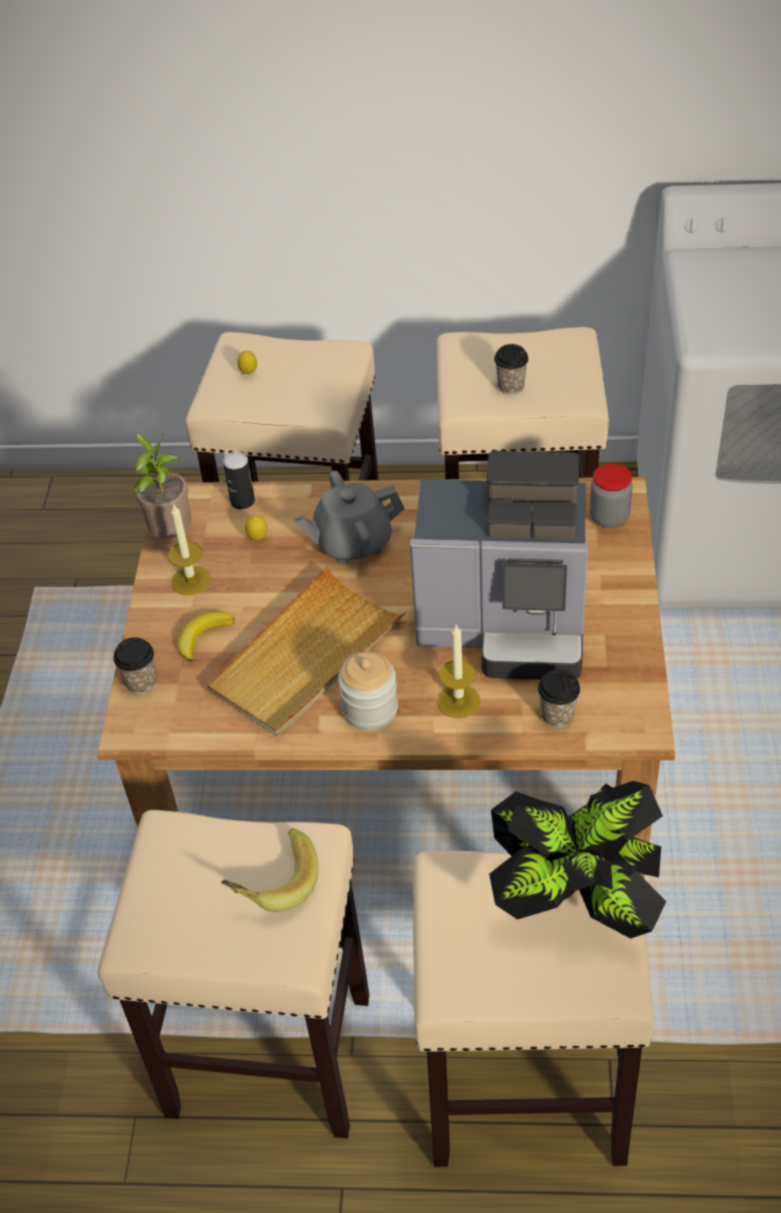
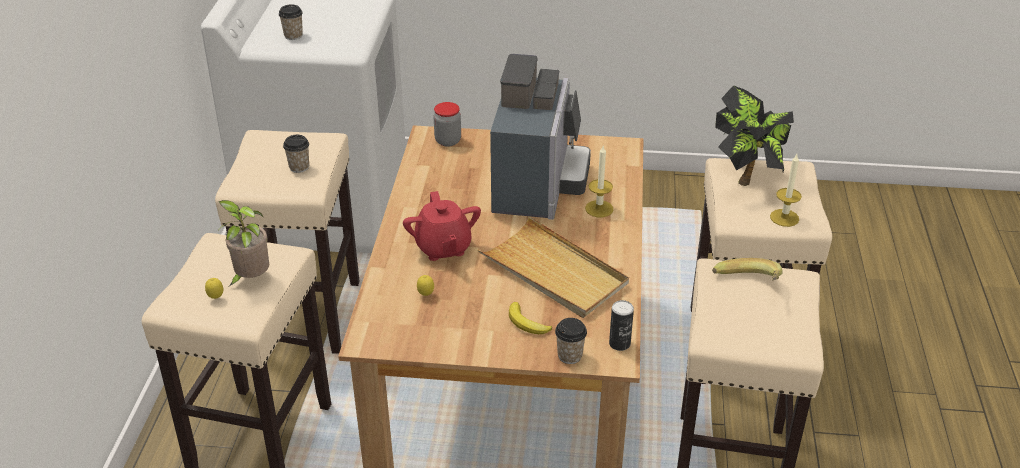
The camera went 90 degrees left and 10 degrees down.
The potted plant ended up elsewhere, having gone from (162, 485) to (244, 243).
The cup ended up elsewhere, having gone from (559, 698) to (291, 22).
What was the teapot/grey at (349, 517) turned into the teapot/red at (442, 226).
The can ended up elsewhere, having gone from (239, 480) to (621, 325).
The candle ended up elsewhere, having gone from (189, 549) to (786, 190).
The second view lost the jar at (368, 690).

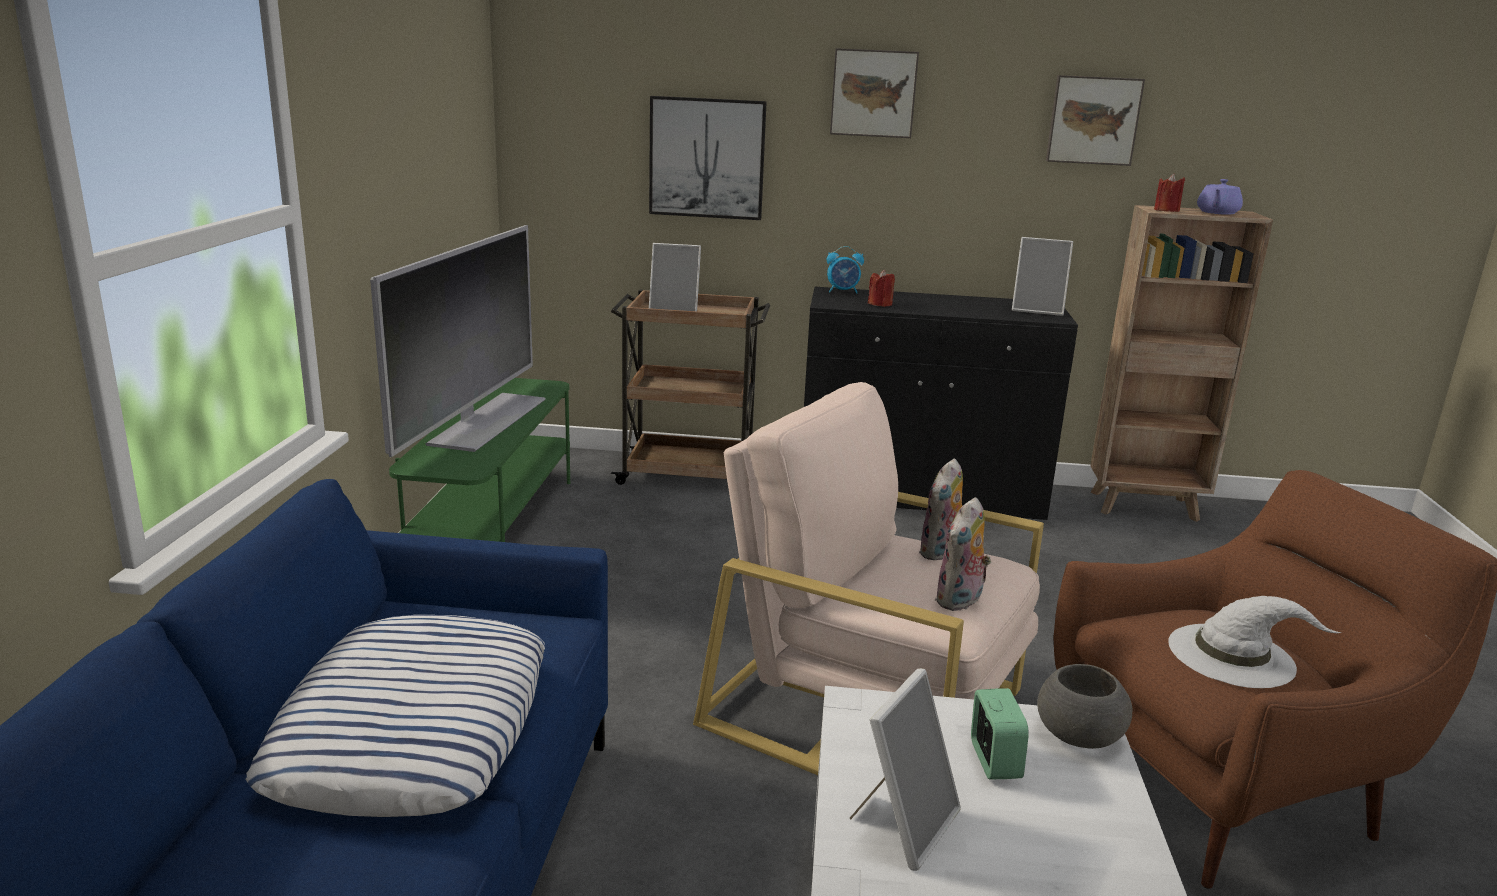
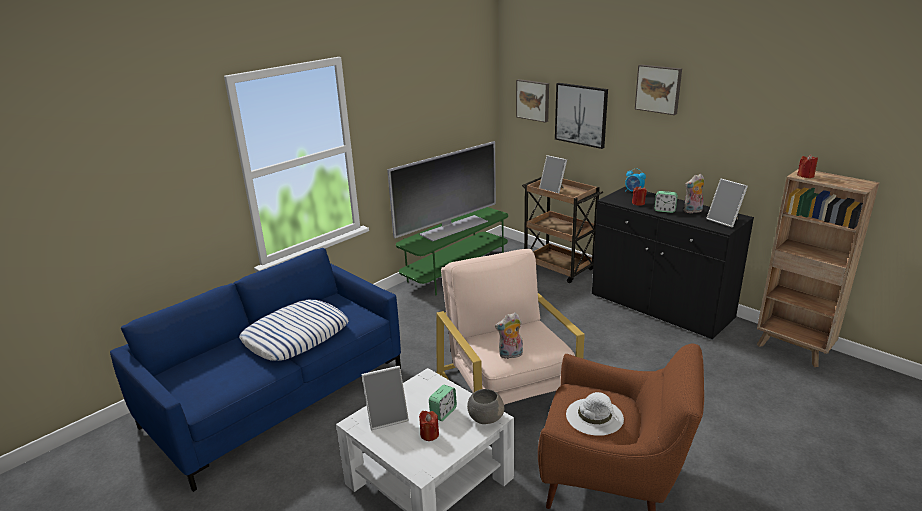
The camera went 40 degrees right and 5 degrees up.
The second view gained the candle/red at (429, 426).
The picture ended up elsewhere, having gone from (1095, 120) to (532, 101).
The second view gained the alarm clock at (666, 202).
The plush toy ended up elsewhere, having gone from (941, 509) to (694, 193).
The second view lost the teapot/purple at (1220, 197).

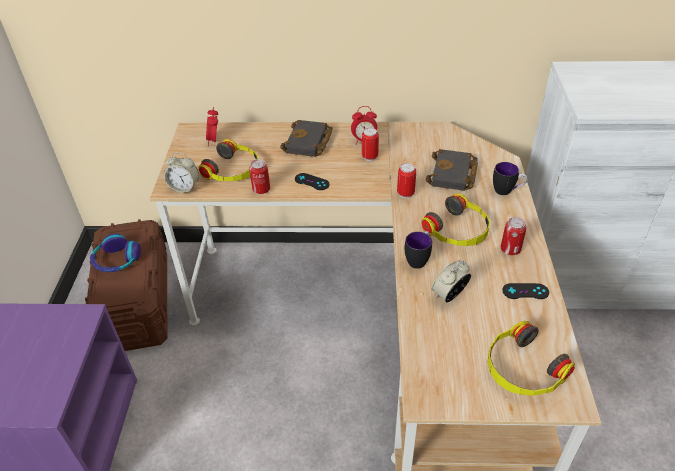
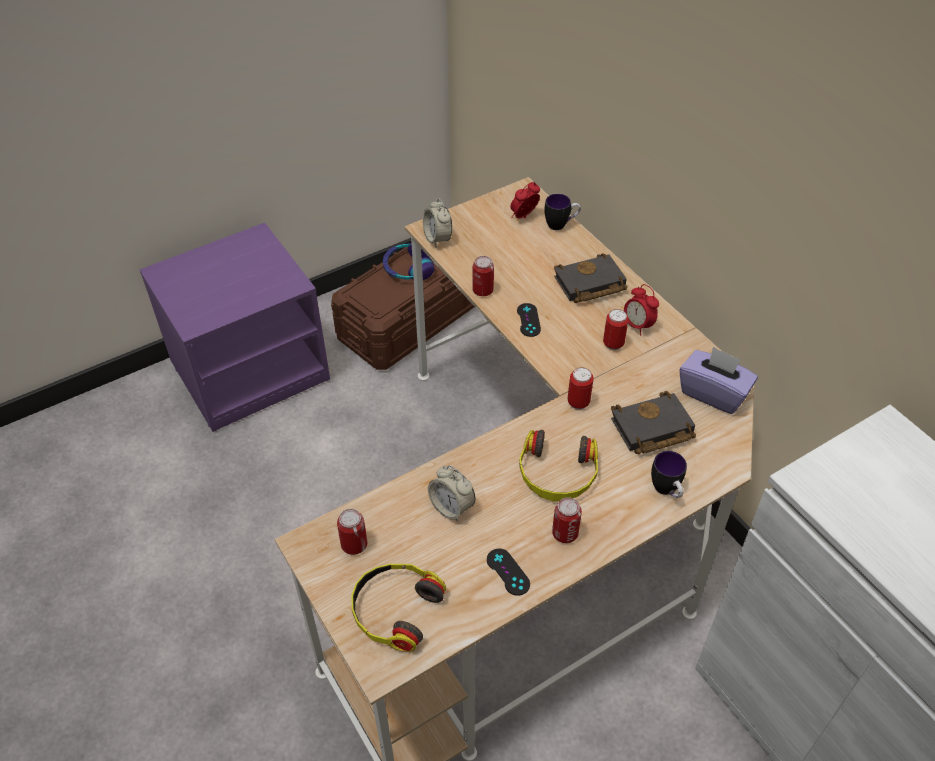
The camera went 55 degrees right and 5 degrees up.
The second view gained the can at (352, 532).
The alarm clock at (451, 281) ended up facing another way, 150 degrees counterclockwise from before.
The mug ended up elsewhere, having gone from (418, 250) to (562, 212).
The second view gained the tissue box/purple at (718, 380).
The second view lost the headphones at (228, 160).

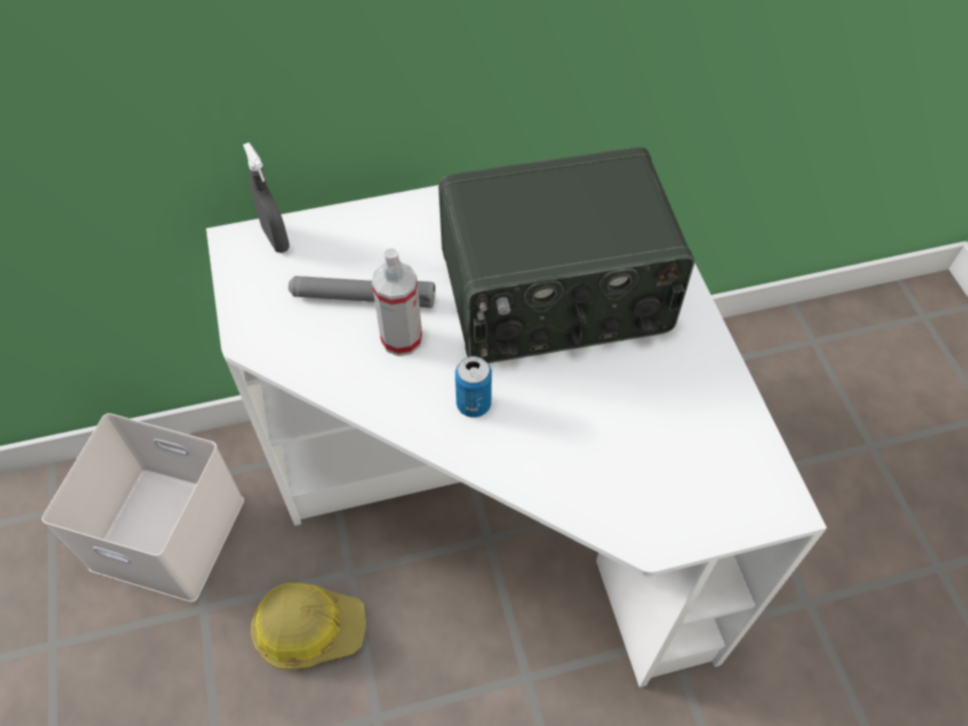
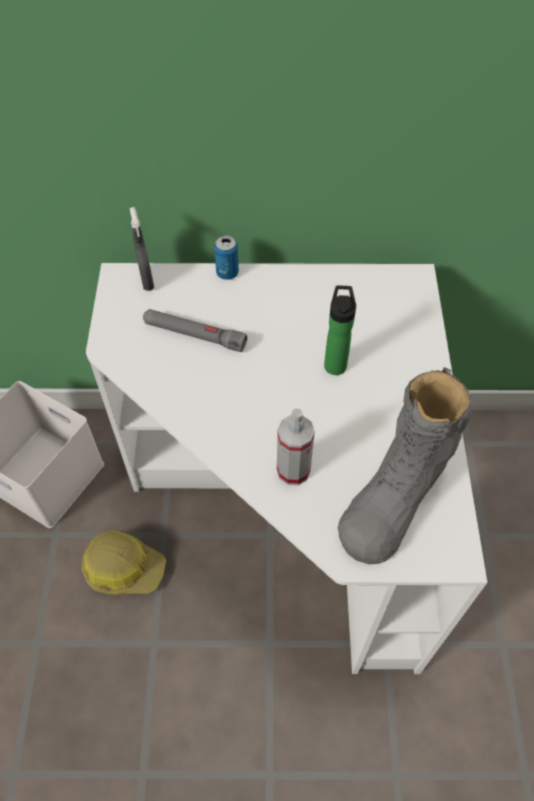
The camera went 15 degrees right and 0 degrees up.
The can ended up elsewhere, having gone from (473, 386) to (226, 258).
The spray bottle ended up elsewhere, having gone from (397, 302) to (296, 446).
Where the radio stood at (566, 255), the bottle came to stand at (340, 330).
The second view gained the boot/grey at (405, 465).

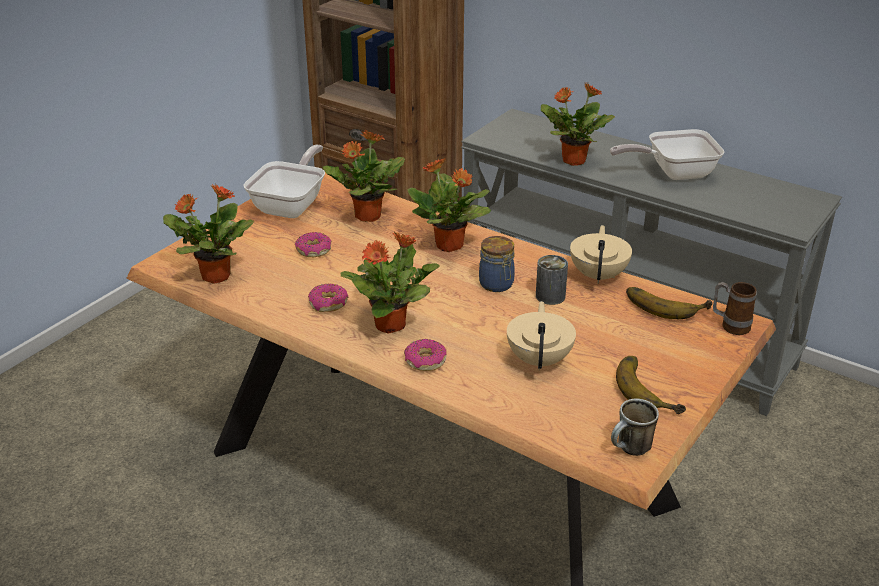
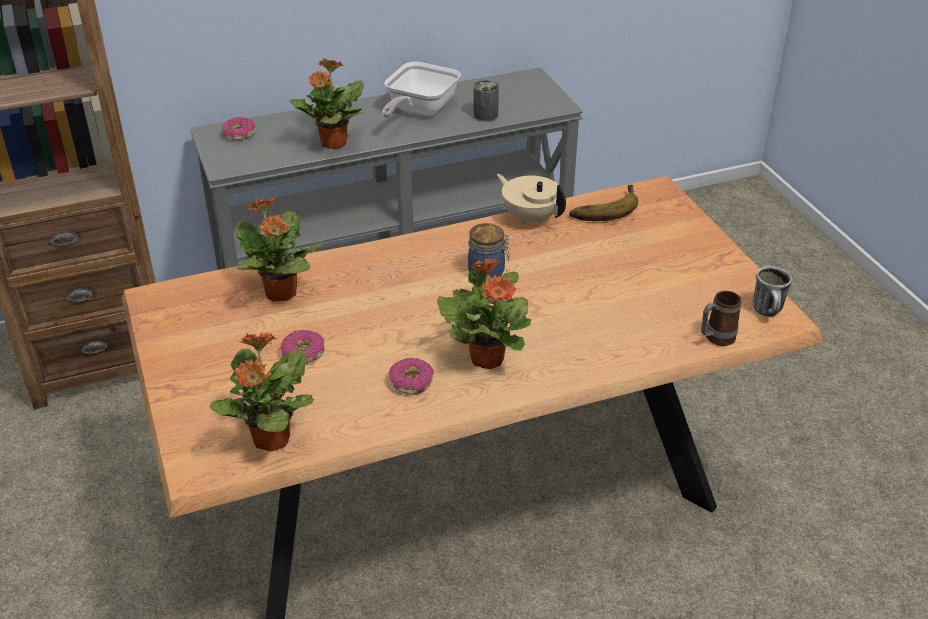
The camera went 55 degrees left and 5 degrees up.
The donut ended up elsewhere, having gone from (425, 355) to (238, 128).
The can ended up elsewhere, having gone from (552, 280) to (486, 101).
The mug ended up elsewhere, having gone from (735, 308) to (721, 318).
The second view lost the frying pan at (284, 181).
The second view lost the potted plant at (449, 205).
The second view lost the teapot/beige at (541, 336).
The second view lost the banana at (651, 385).

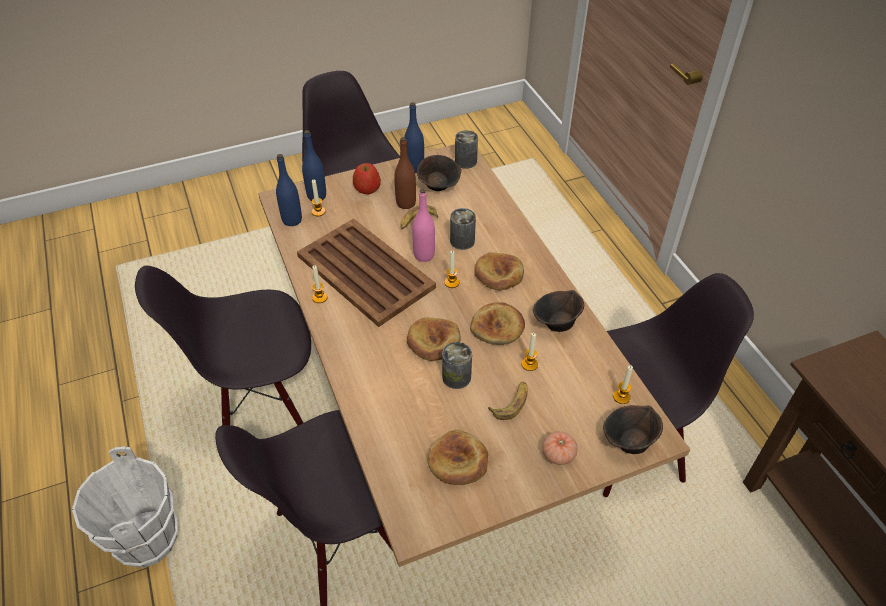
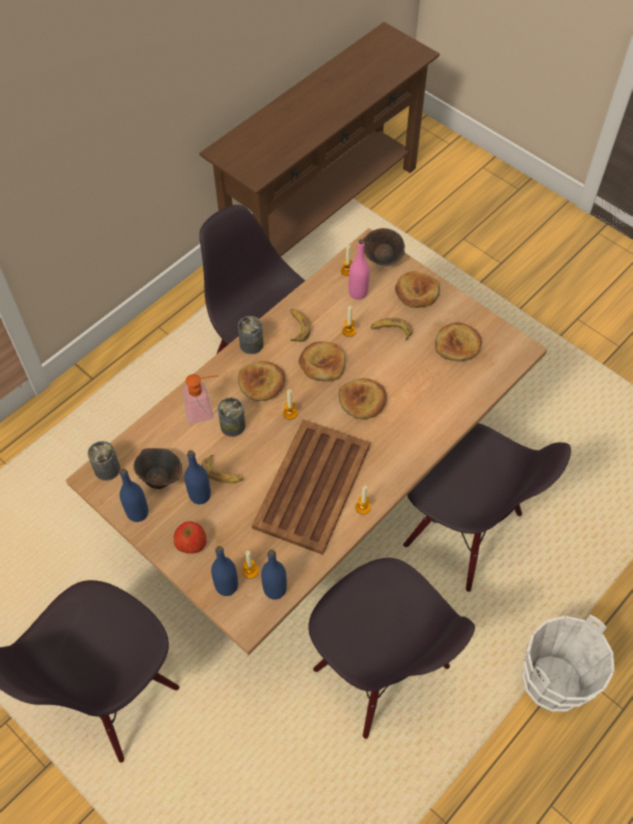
The camera went 115 degrees left and 10 degrees up.
The second view gained the soap dispenser at (201, 399).
What was the bottle/brown at (405, 173) turned into the bottle/blue at (197, 477).
The can ended up elsewhere, having gone from (457, 365) to (251, 335).
Where the bowl/brown stood at (558, 311), the banana came to stand at (300, 325).
The bottle/pink ended up elsewhere, having gone from (423, 225) to (359, 269).
Where the tomato stood at (560, 448), the bread came to stand at (417, 289).

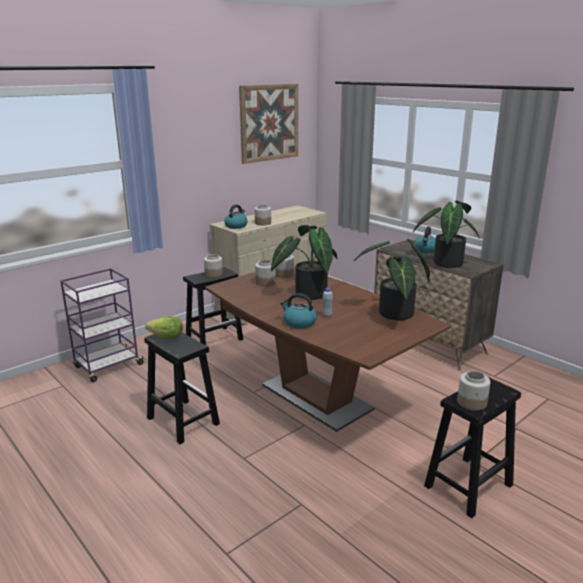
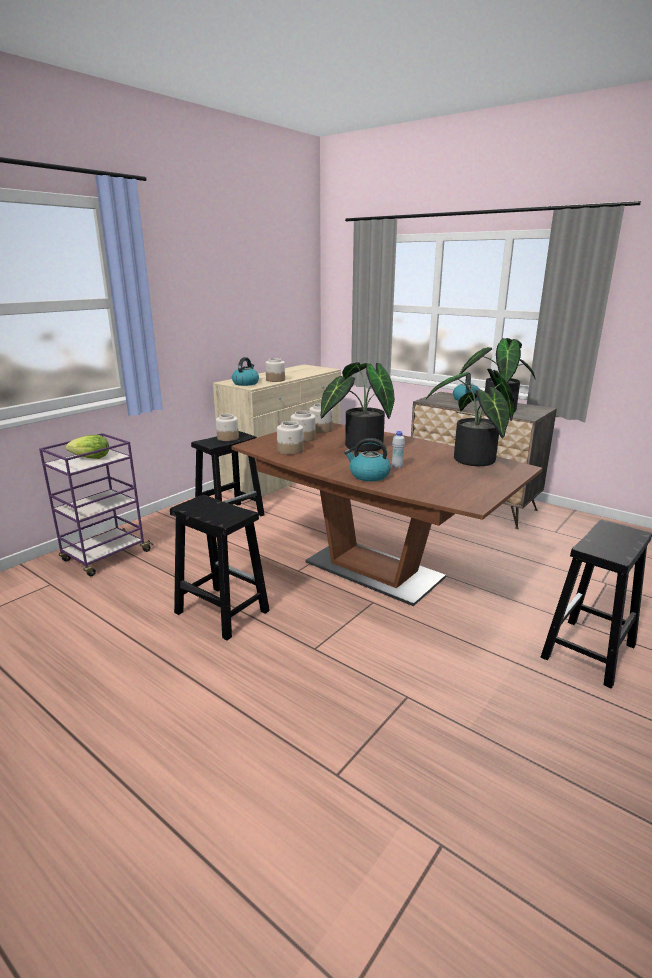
The camera went 10 degrees left and 0 degrees up.
The lettuce ended up elsewhere, having gone from (164, 327) to (87, 447).
The jar ended up elsewhere, having gone from (473, 391) to (290, 438).
The second view lost the picture at (268, 124).

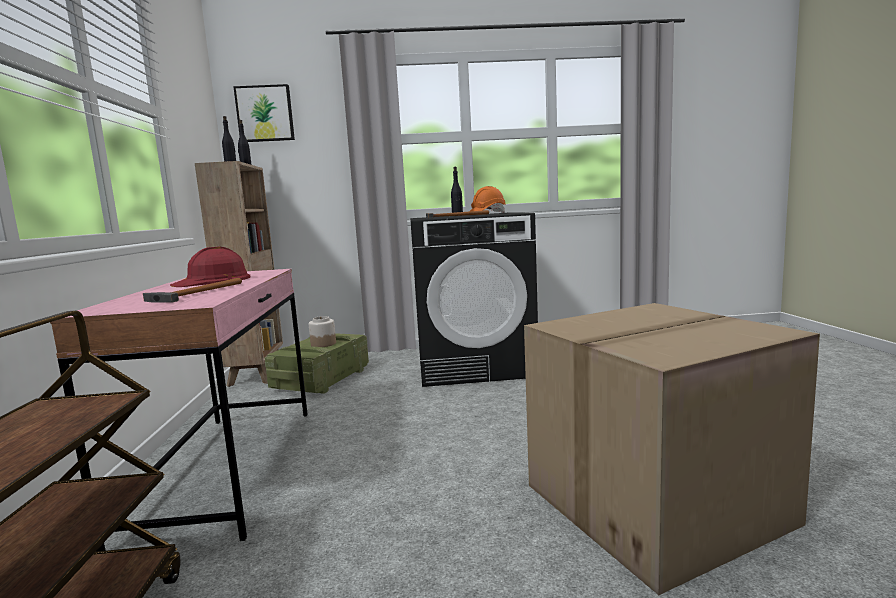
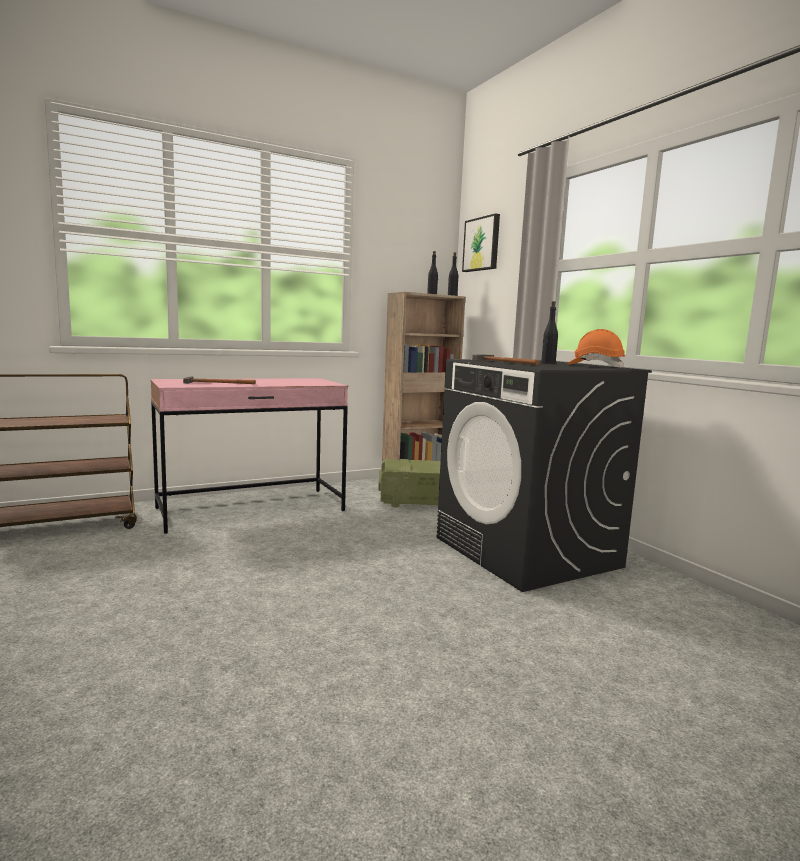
The camera went 65 degrees right and 0 degrees up.
The second view lost the hard hat/red at (210, 267).
The second view lost the jar at (322, 331).
The second view lost the cardboard box at (672, 449).

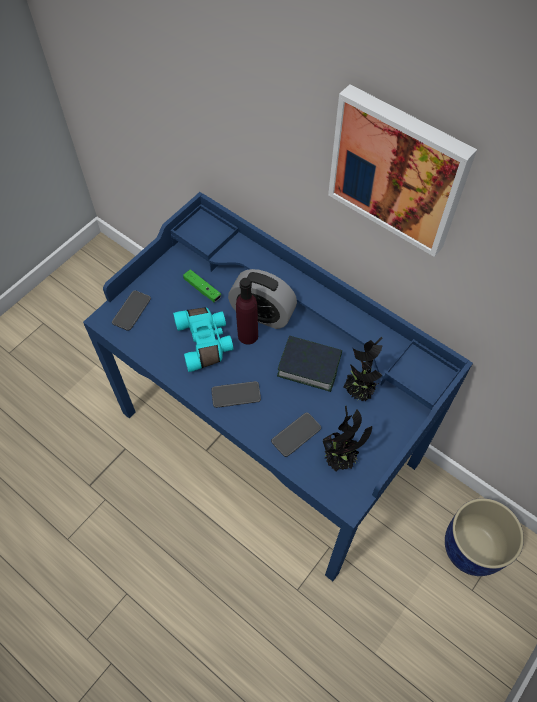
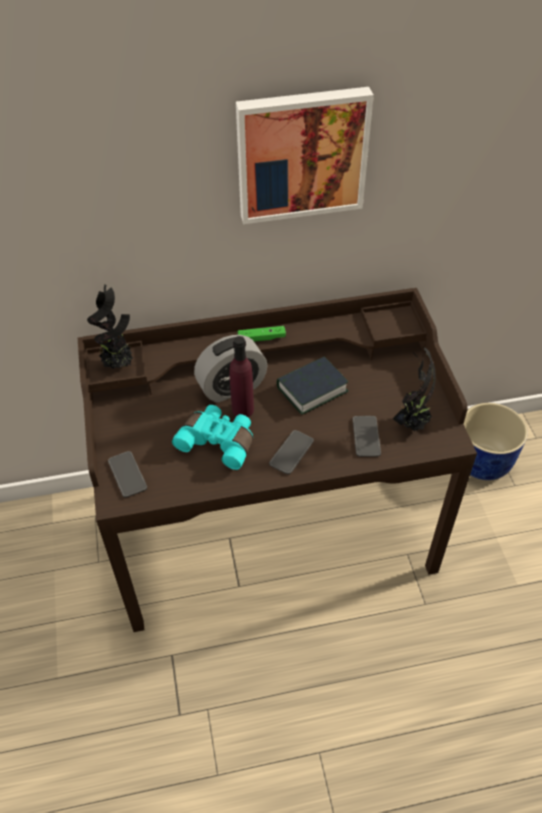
The camera went 50 degrees left and 10 degrees down.
What was the desk/blue at (278, 386) turned into the desk/brown at (277, 460).
The potted plant ended up elsewhere, having gone from (363, 369) to (110, 326).
The game controller/green ended up elsewhere, having gone from (202, 285) to (262, 334).

